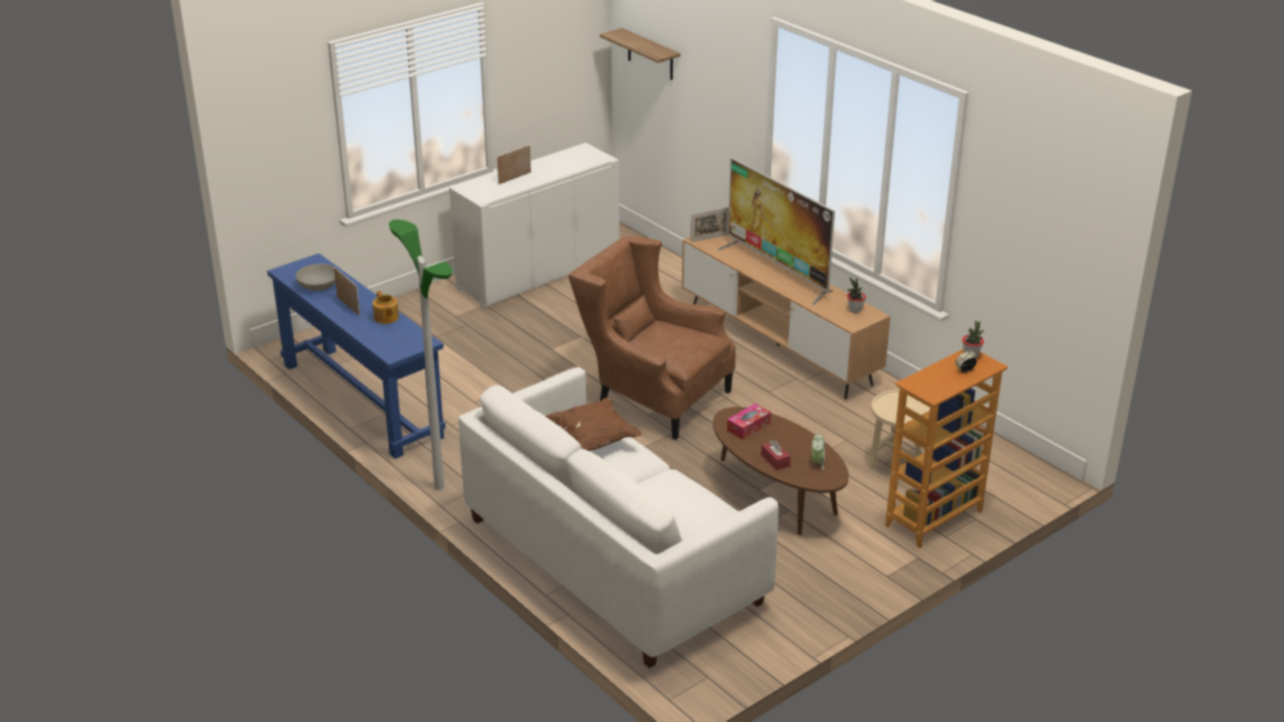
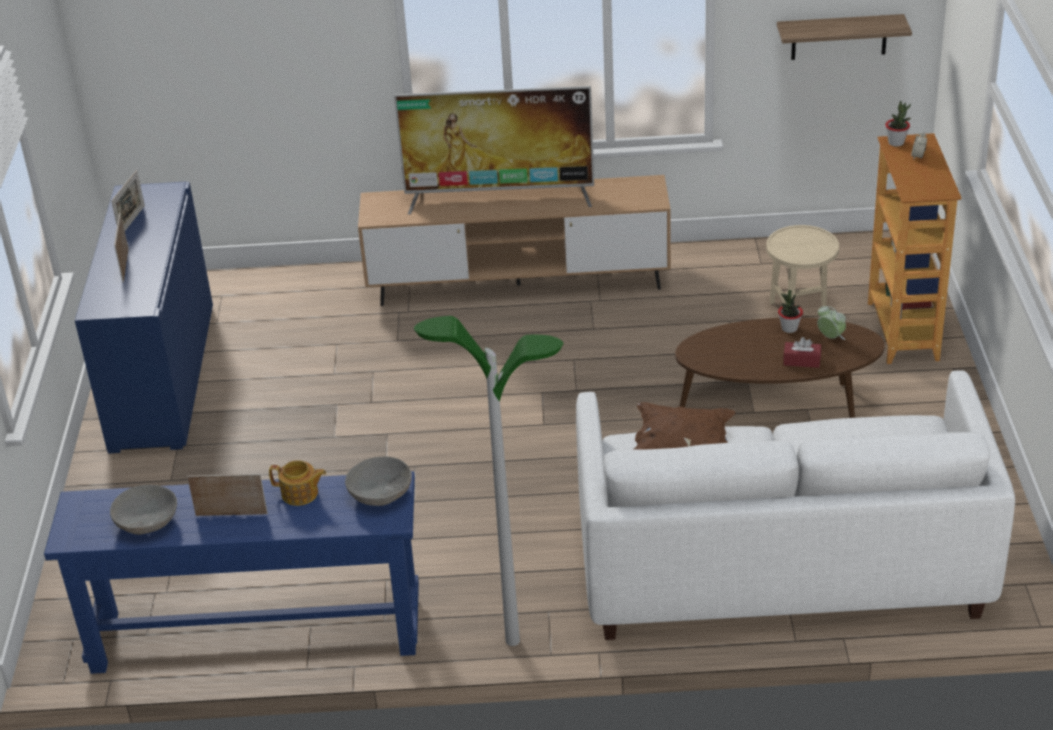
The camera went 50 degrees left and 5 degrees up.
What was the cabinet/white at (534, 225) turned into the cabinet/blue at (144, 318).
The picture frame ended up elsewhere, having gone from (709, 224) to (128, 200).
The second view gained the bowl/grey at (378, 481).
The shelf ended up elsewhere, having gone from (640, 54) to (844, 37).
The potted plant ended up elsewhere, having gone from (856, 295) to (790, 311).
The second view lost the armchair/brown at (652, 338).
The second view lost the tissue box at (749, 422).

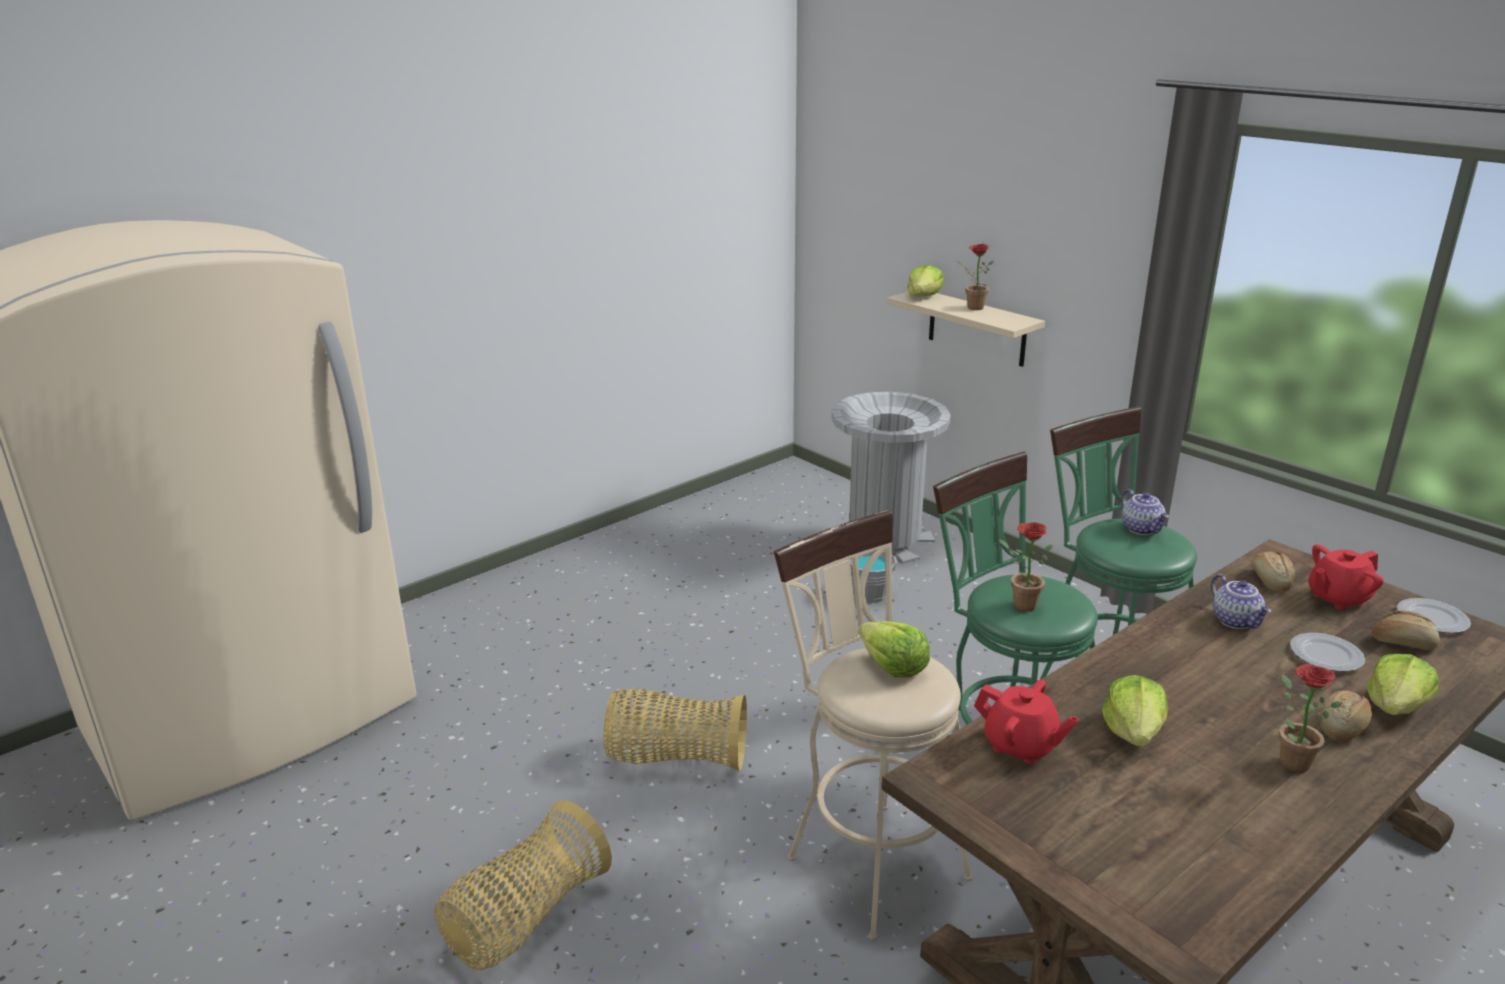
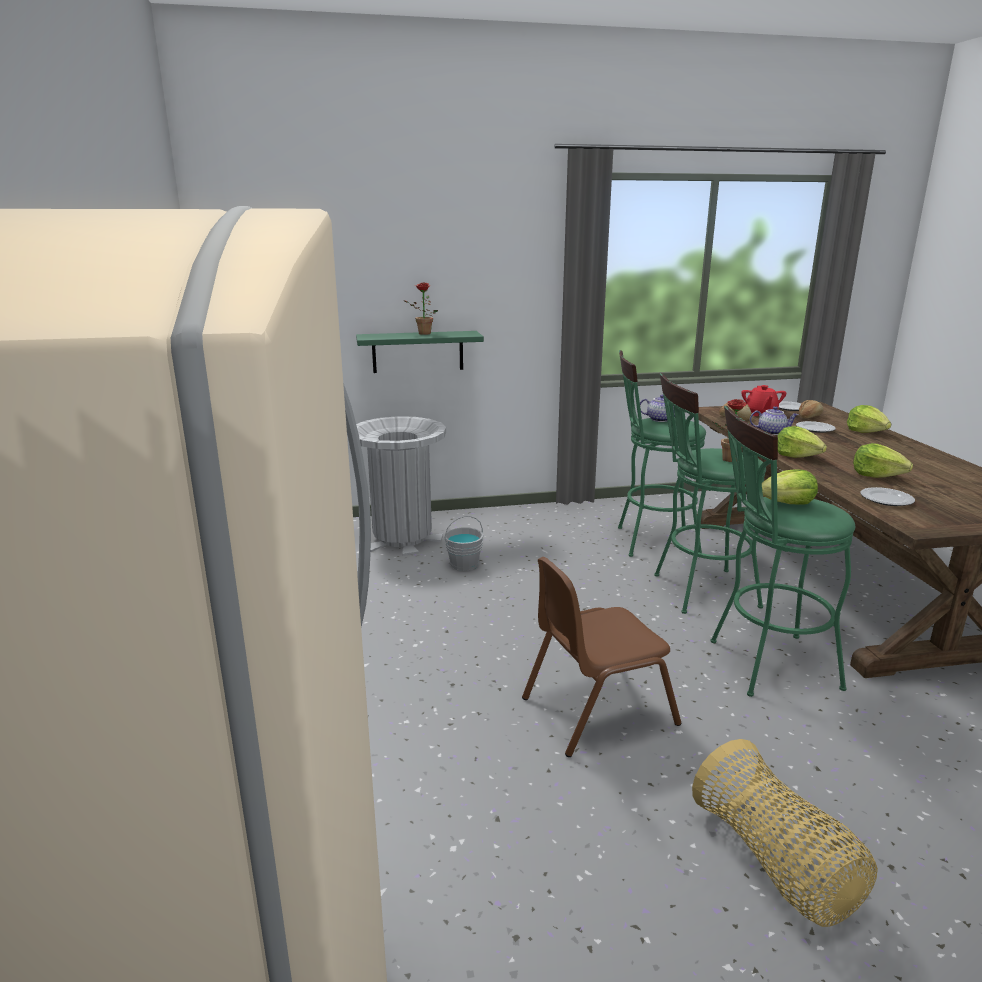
The camera went 60 degrees left and 5 degrees down.
What was the shelf/beige at (966, 329) turned into the shelf/green at (420, 352).
Where the basket stood at (675, 729), the chair/brown came to stand at (601, 657).
What was the stool/beige at (873, 725) turned into the stool/green at (782, 551).
The lettuce ended up elsewhere, having gone from (925, 280) to (802, 442).
Where the teapot/red stood at (1026, 721), the plate came to stand at (887, 496).
The second view lost the potted plant at (1310, 718).
The second view lost the bread at (1346, 716).

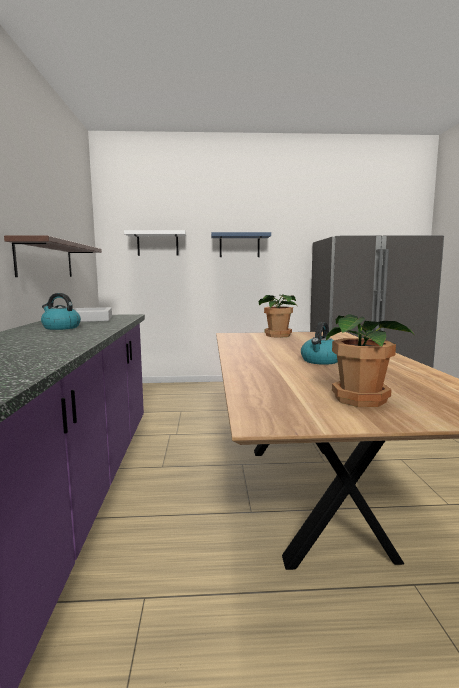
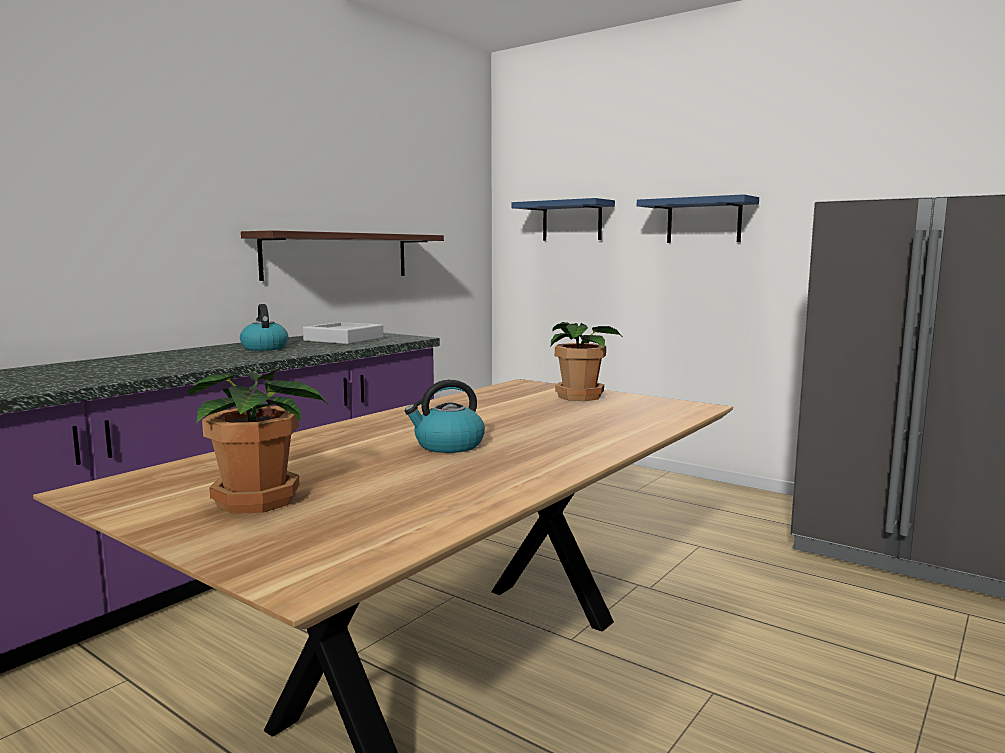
The camera went 40 degrees right and 0 degrees up.
What was the shelf/white at (155, 243) turned into the shelf/blue at (563, 219).

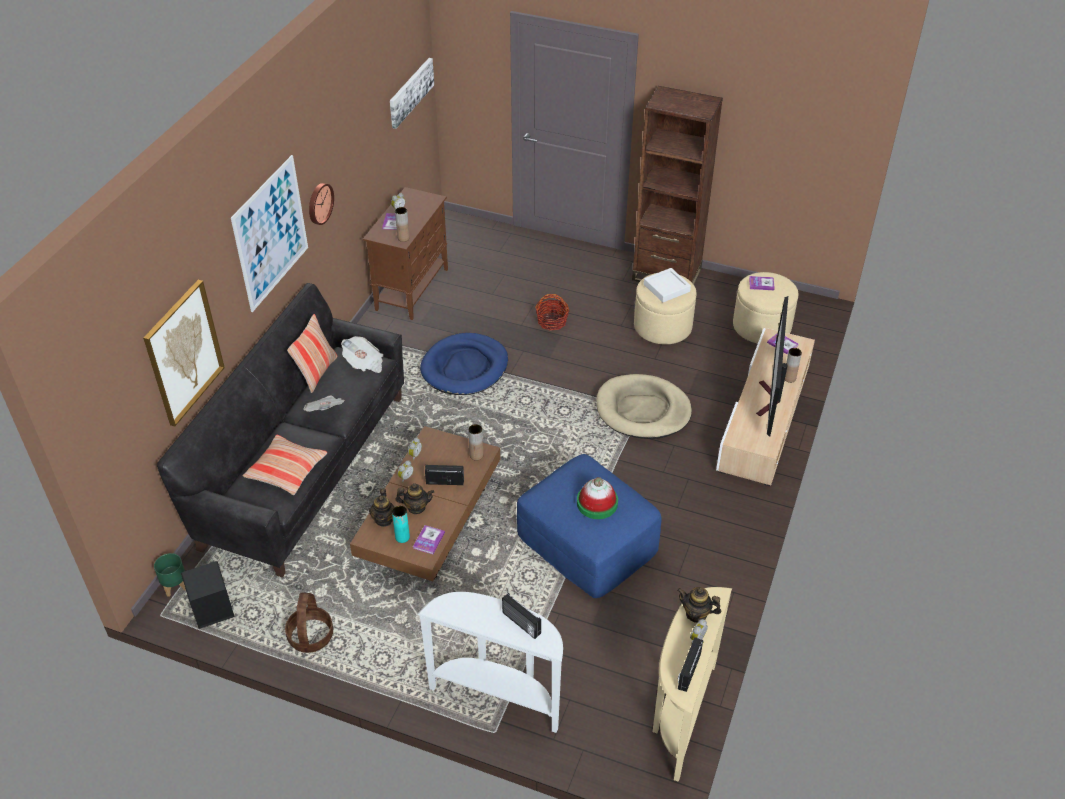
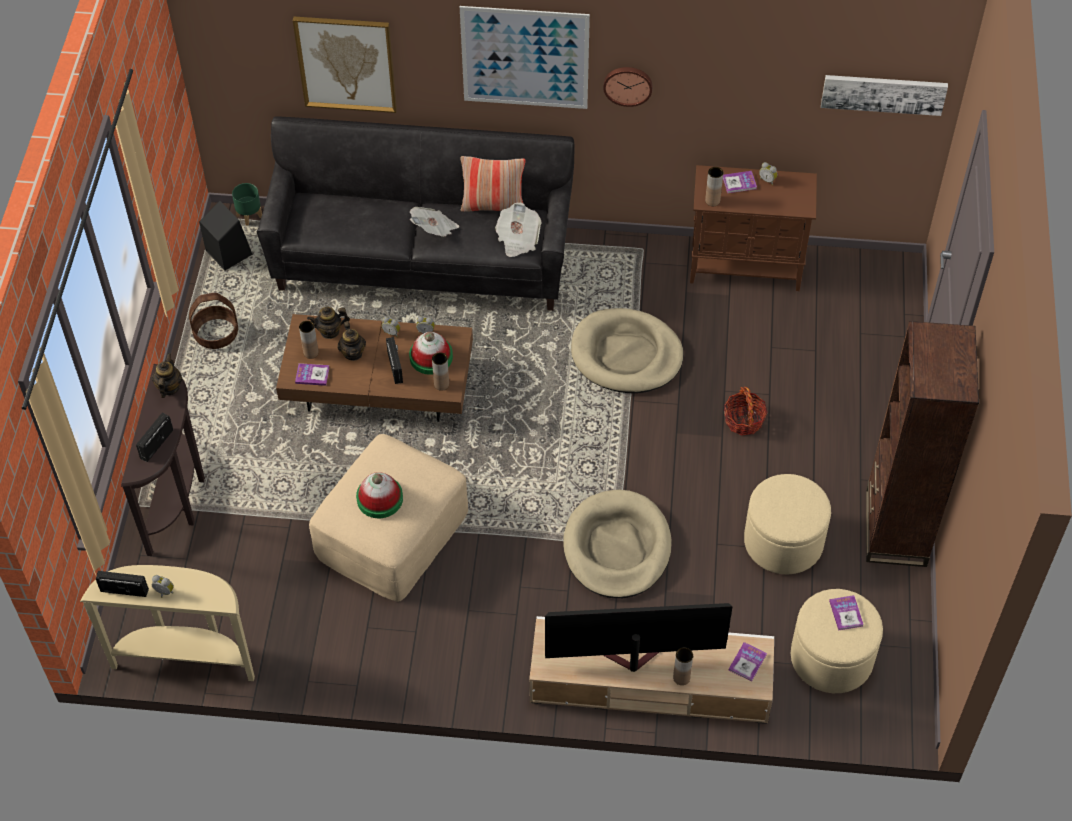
The camera went 75 degrees right and 10 degrees up.
What was the console table/white at (490, 662) turned into the console table/brown at (163, 460).
The teapot ended up elsewhere, having gone from (699, 605) to (167, 375).
What was the vase/turquoise at (401, 524) turned into the vase/brown at (309, 340).
What was the ottoman/blue at (589, 526) turned into the ottoman/beige at (388, 518).
The second view gained the hat at (431, 353).
What was the dog bed/blue at (464, 364) turned into the dog bed/beige at (627, 350).
The second view lost the pillow at (285, 465).
The second view lost the tray/white at (667, 285).

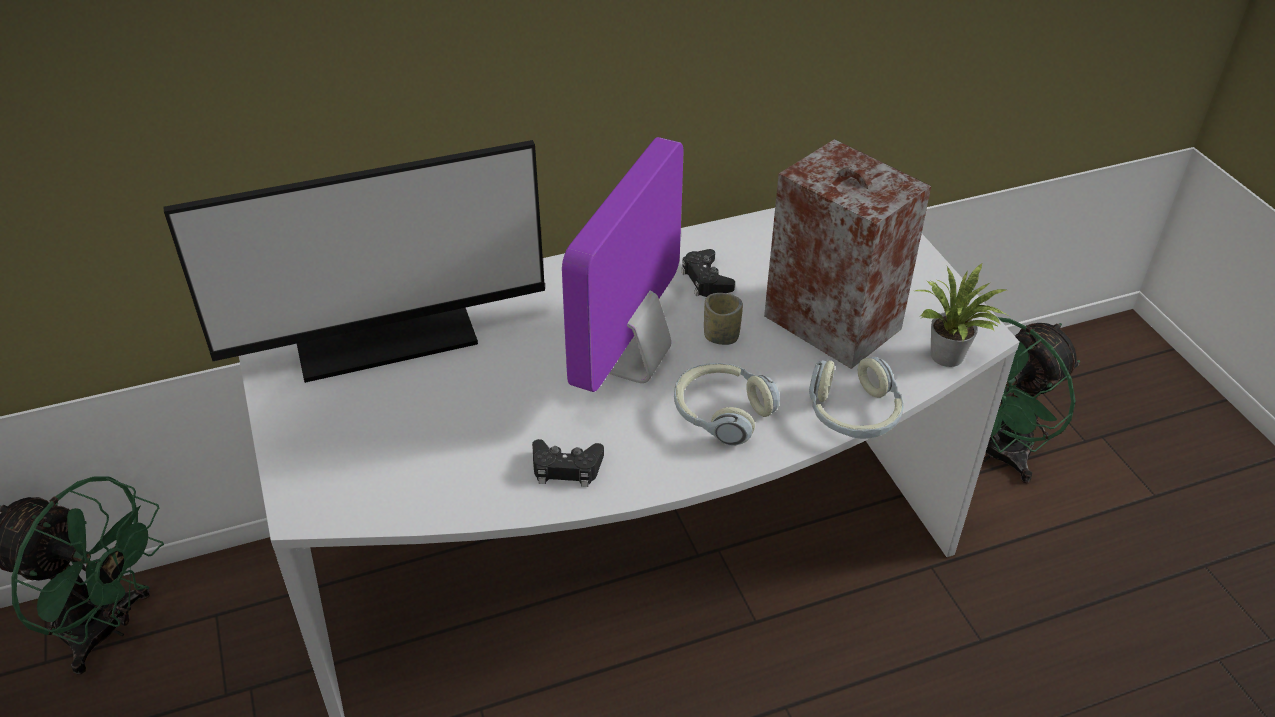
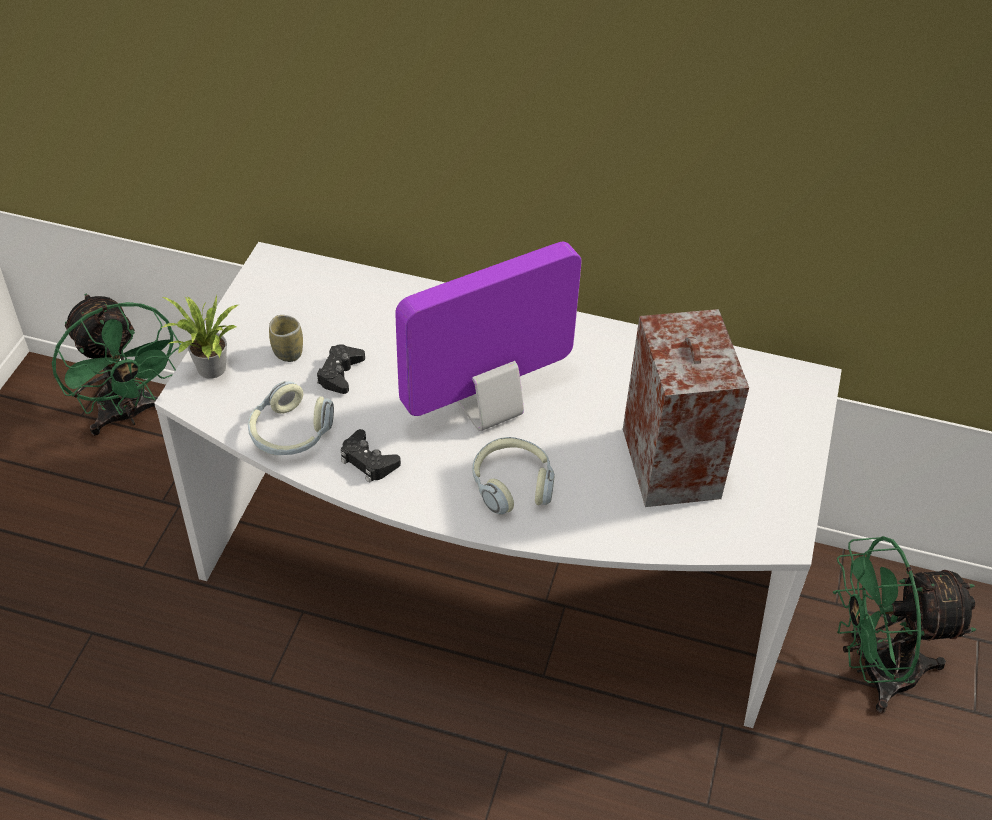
The camera went 35 degrees right and 5 degrees up.
The potted plant ended up elsewhere, having gone from (962, 315) to (199, 337).
The headphones ended up elsewhere, having gone from (856, 398) to (291, 418).
The cup ended up elsewhere, having gone from (723, 319) to (286, 338).
The game controller/black ended up elsewhere, having gone from (708, 273) to (341, 369).
The second view lost the monitor at (354, 261).

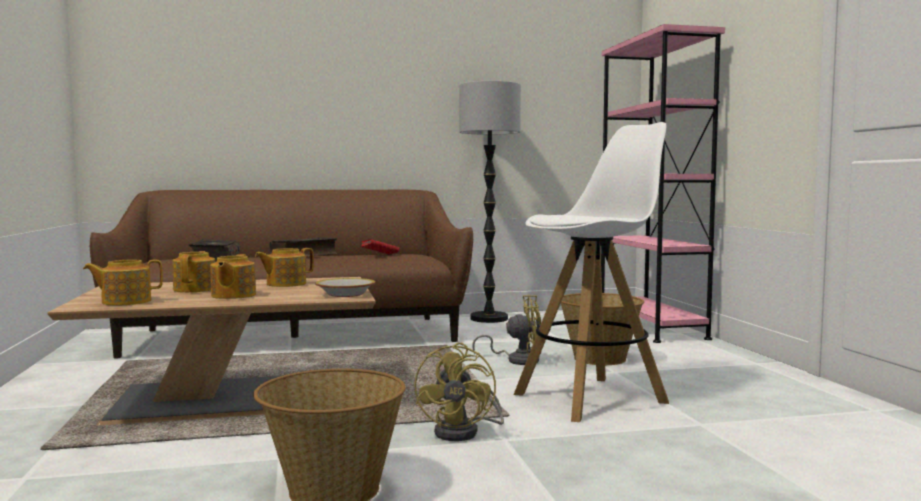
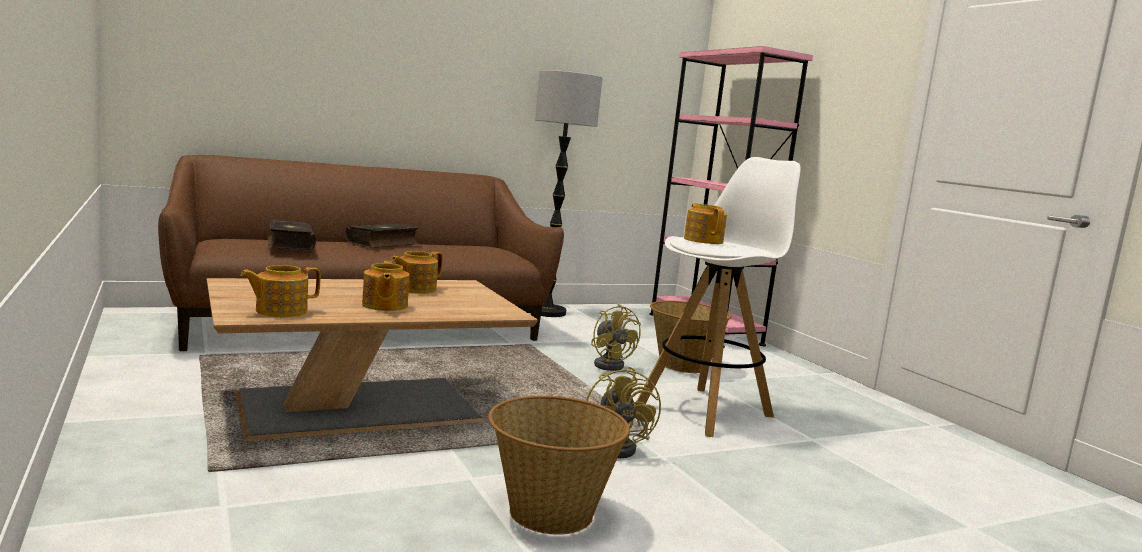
The camera went 15 degrees left and 5 degrees up.
The fan/yellow at (506, 330) ended up facing another way, 75 degrees clockwise from before.
The teapot ended up elsewhere, having gone from (194, 271) to (705, 223).
The second view lost the bowl at (345, 287).
The second view lost the book/red at (380, 246).

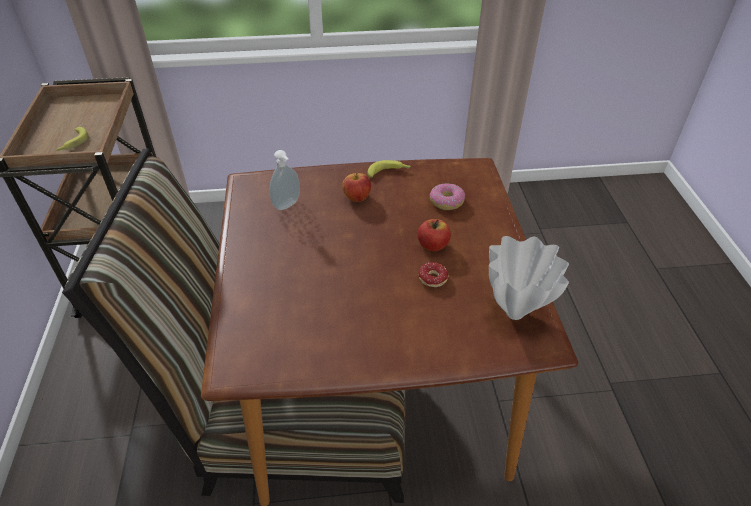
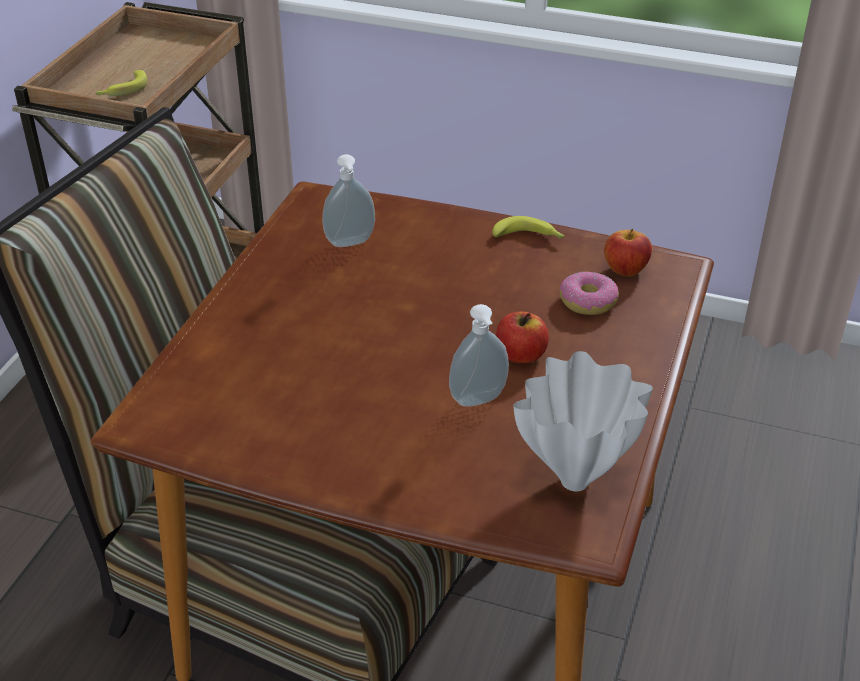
The camera went 25 degrees right and 5 degrees down.
Where the donut stood at (433, 274), the soap dispenser came to stand at (479, 355).
The apple ended up elsewhere, having gone from (356, 187) to (628, 253).

